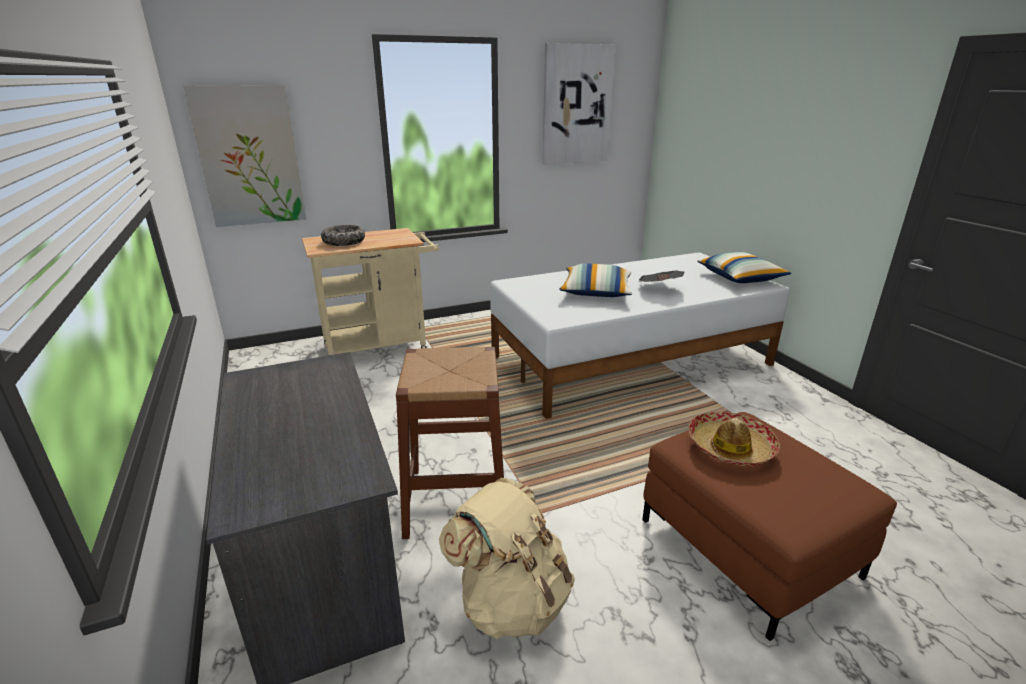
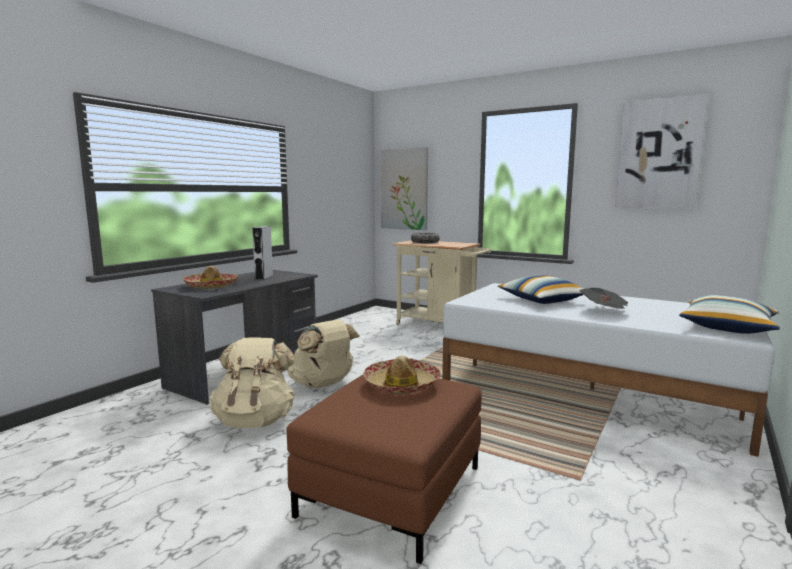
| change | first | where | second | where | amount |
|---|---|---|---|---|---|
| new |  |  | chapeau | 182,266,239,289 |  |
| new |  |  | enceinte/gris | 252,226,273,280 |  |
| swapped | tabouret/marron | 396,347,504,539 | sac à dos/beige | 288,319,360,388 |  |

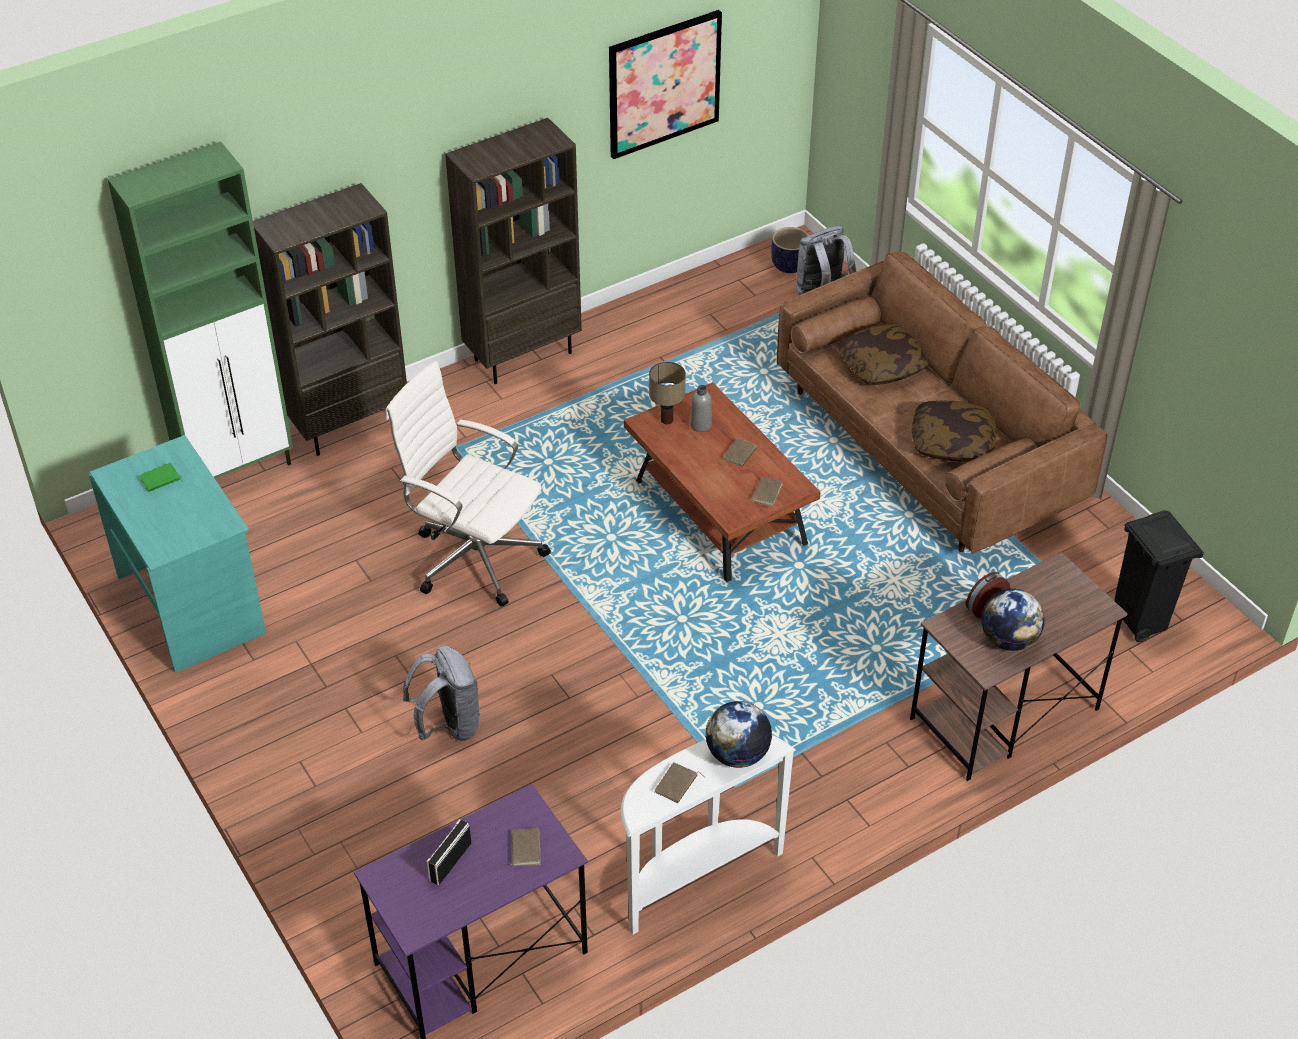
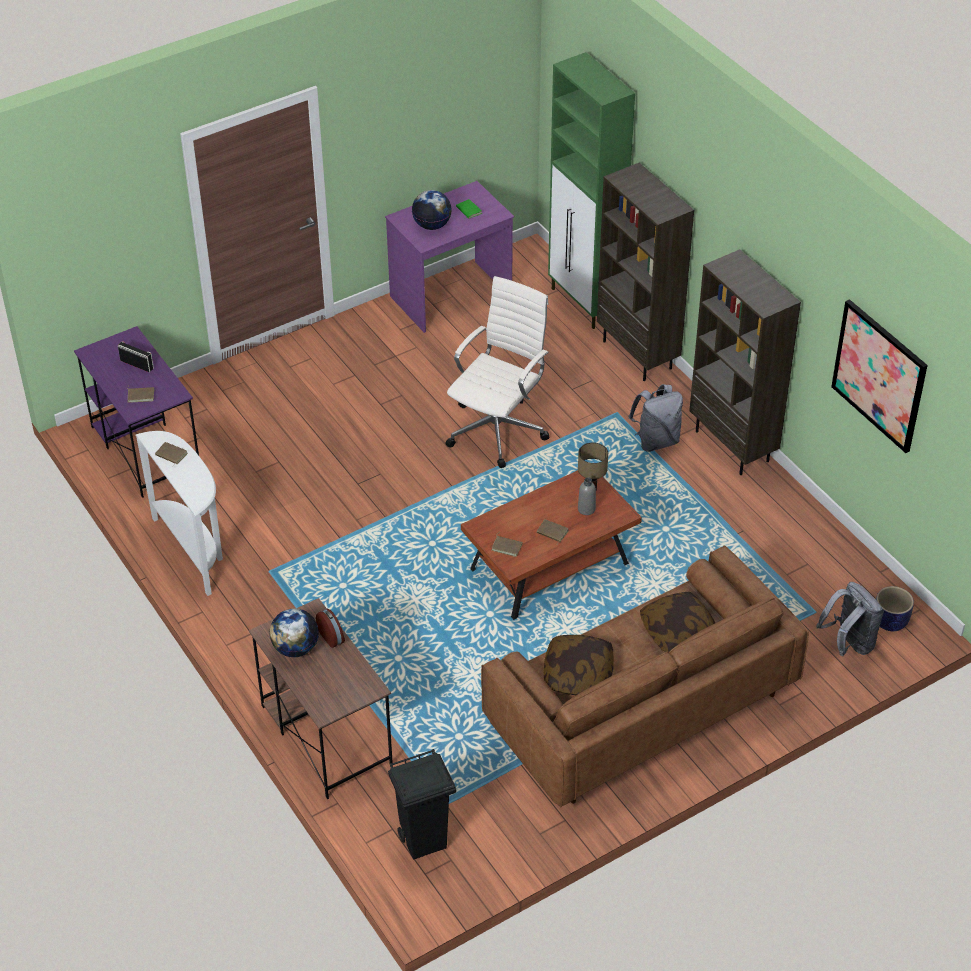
| change | first | where | second | where | amount |
|---|---|---|---|---|---|
| repainted | bureau/turquoise | 89,435,266,673 | bureau/violet | 385,181,514,333 |  |
| shifted | globe | 705,701,772,768 |  | 412,190,451,230 |  |
| shifted | sac à dos/gris | 403,645,481,741 |  | 628,384,683,452 |  |

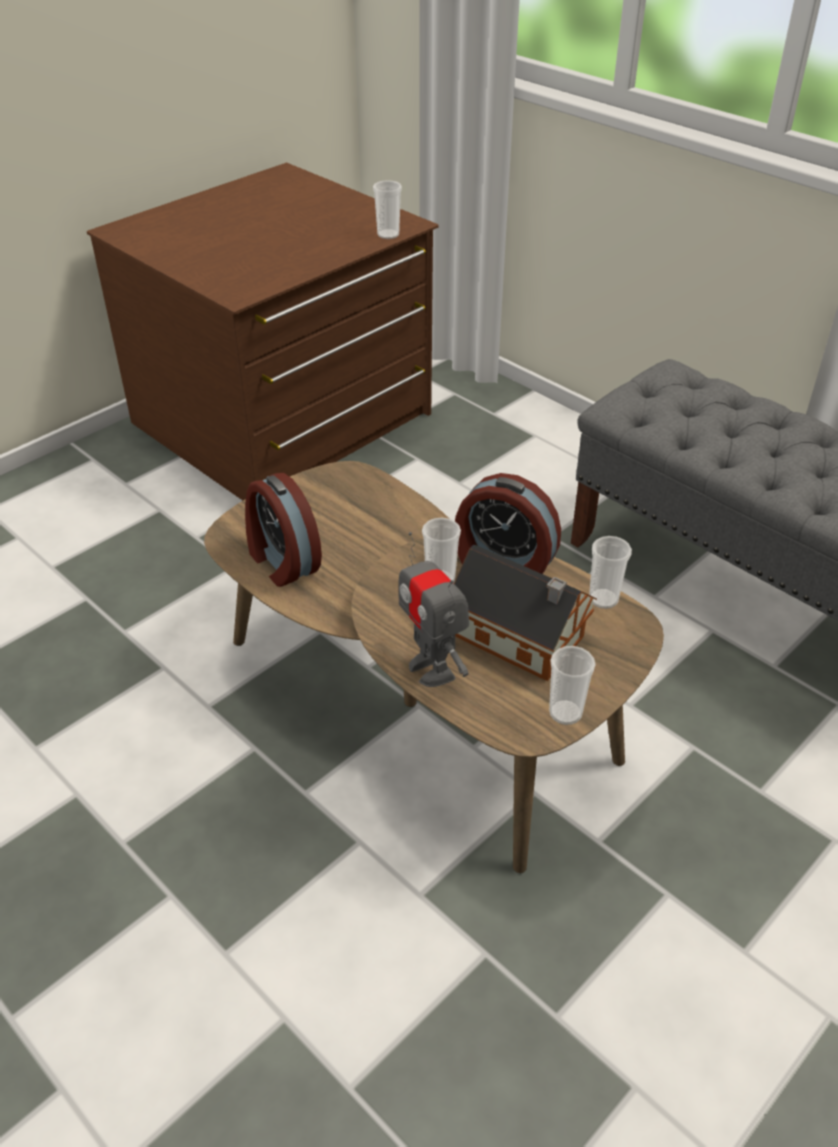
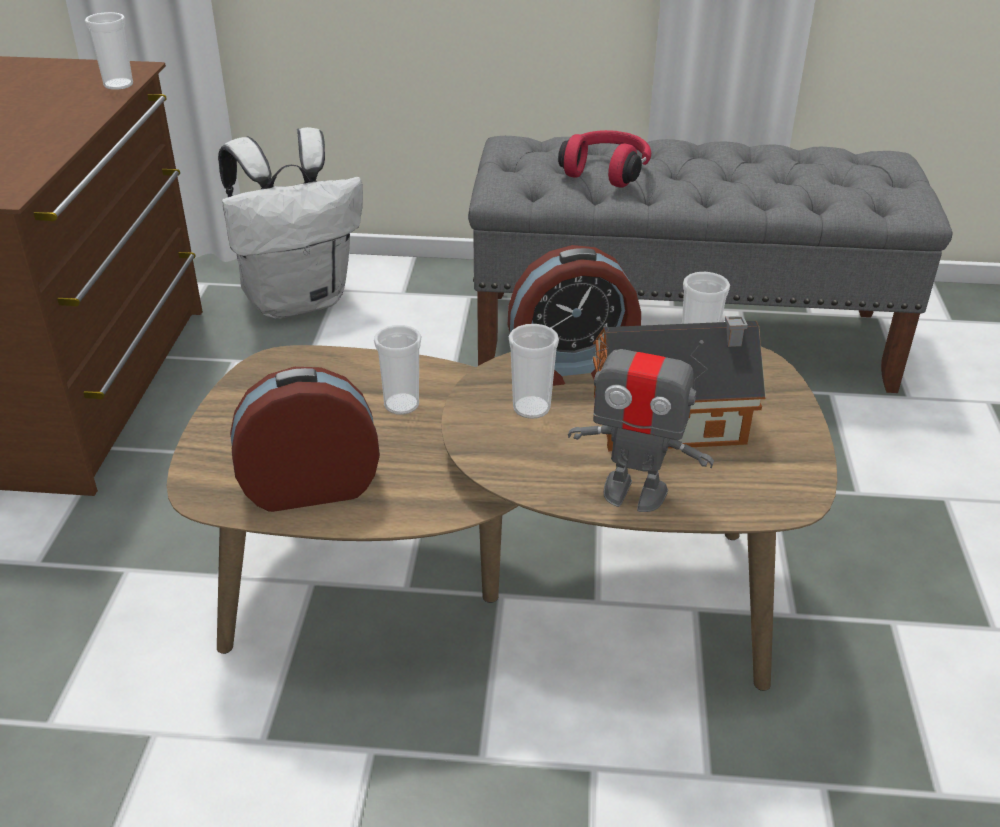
| change | first | where | second | where | amount |
|---|---|---|---|---|---|
| new |  |  | sac à dos/blanc | 218,127,363,319 |  |
| rotated | réveil | 245,473,322,587 |  | 230,367,380,512 | 150 degrees clockwise |
| shifted | tasse | 549,646,596,725 |  | 374,325,422,415 |  |
| new |  |  | casque audio/rouge | 558,130,651,188 |  |

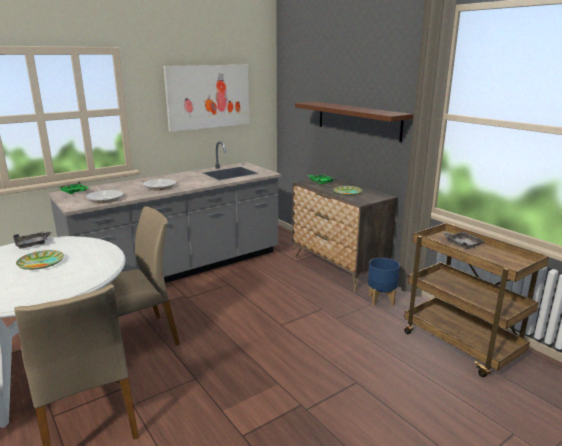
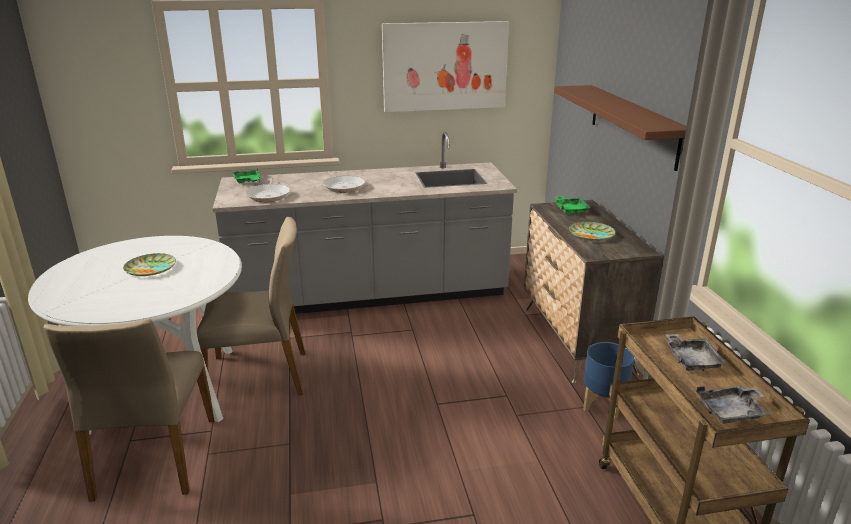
| change | first | where | second | where | amount |
|---|---|---|---|---|---|
| shifted | plateau/gris | 13,231,53,249 |  | 696,386,770,424 |  |

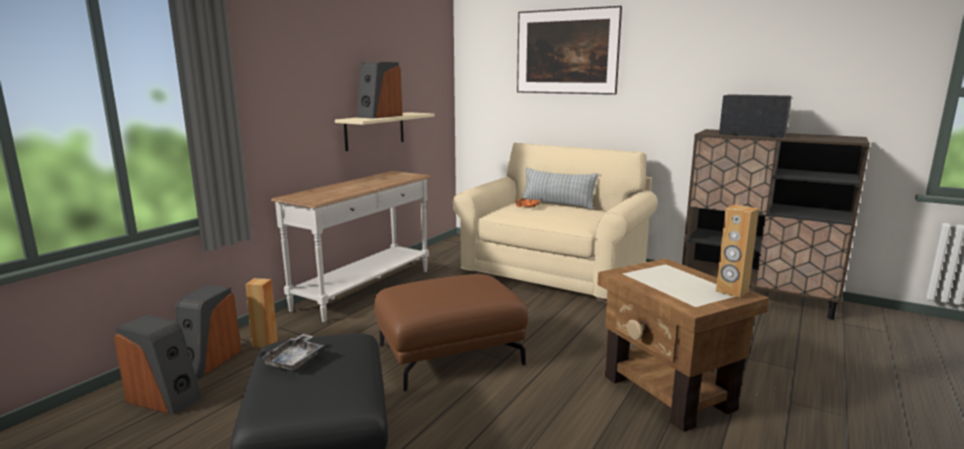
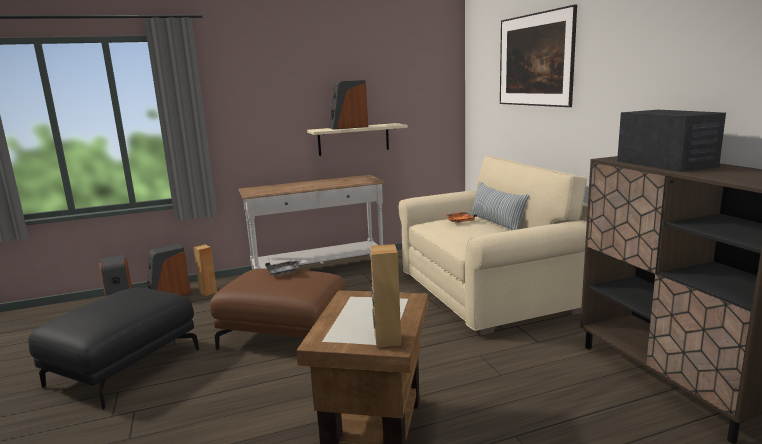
| change | first | where | second | where | amount |
|---|---|---|---|---|---|
| shifted | plateau/gris | 259,334,324,370 |  | 265,260,302,276 |  |

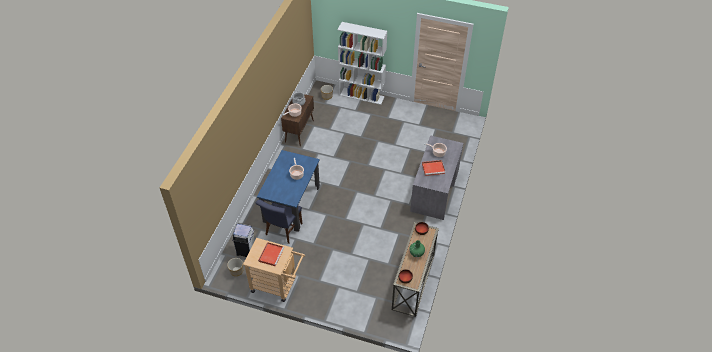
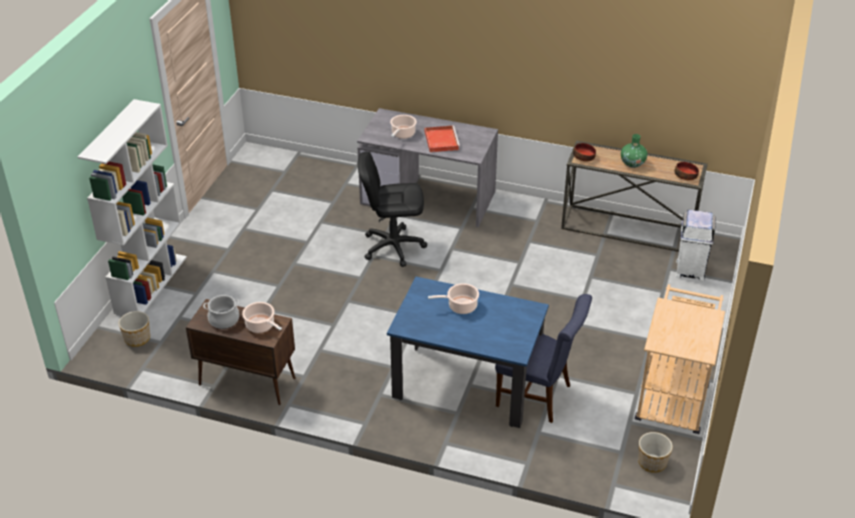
| change | first | where | second | where | amount |
|---|---|---|---|---|---|
| new |  |  | chaise de bureau/noir | 358,152,427,267 |  |
| shifted | poubelle/blanc | 232,223,255,257 |  | 675,210,716,281 |  |
| gone | plateau/rouge | 258,242,284,267 |  |  |  |

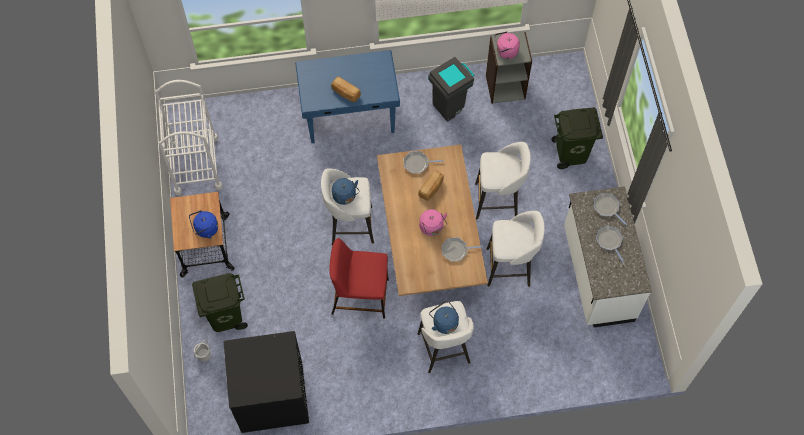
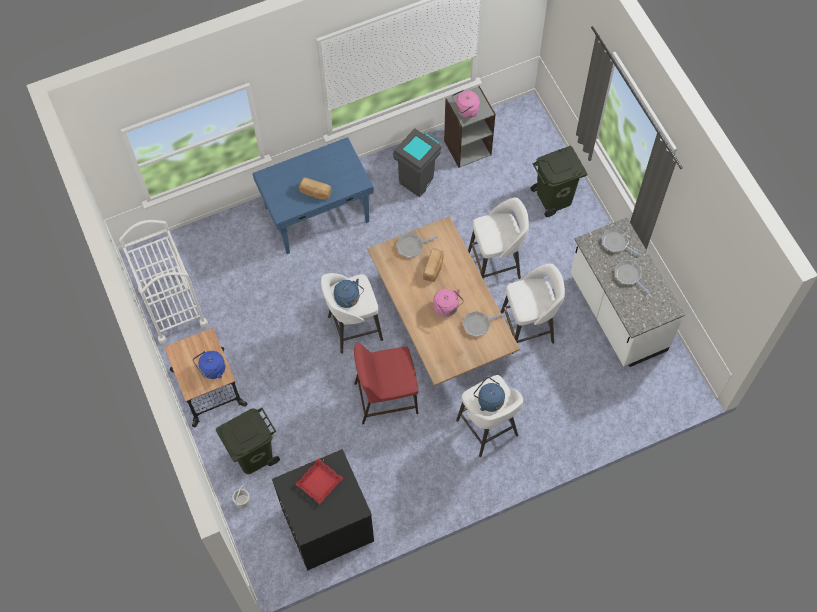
| change | first | where | second | where | amount |
|---|---|---|---|---|---|
| new |  |  | plateau/rouge | 295,458,343,504 |  |

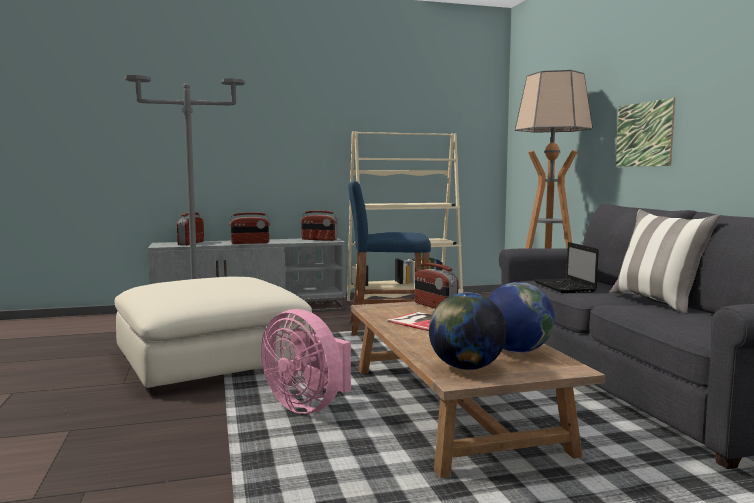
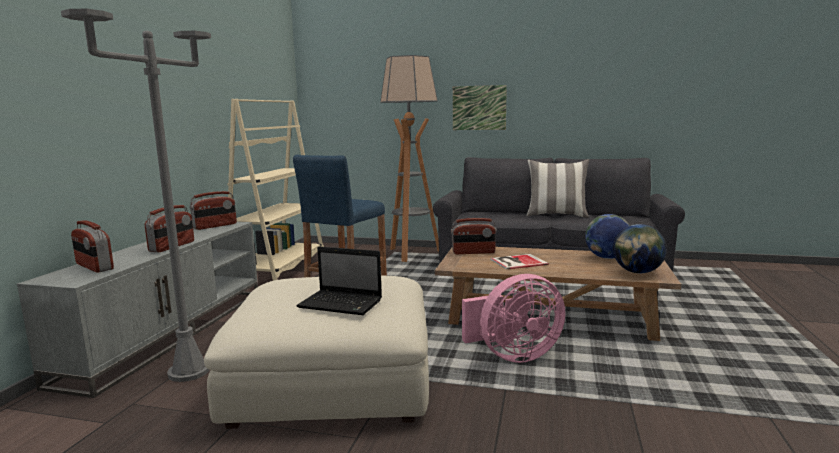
| change | first | where | second | where | amount |
|---|---|---|---|---|---|
| shifted | ordinateur portable | 533,242,599,293 |  | 296,246,382,315 |  |

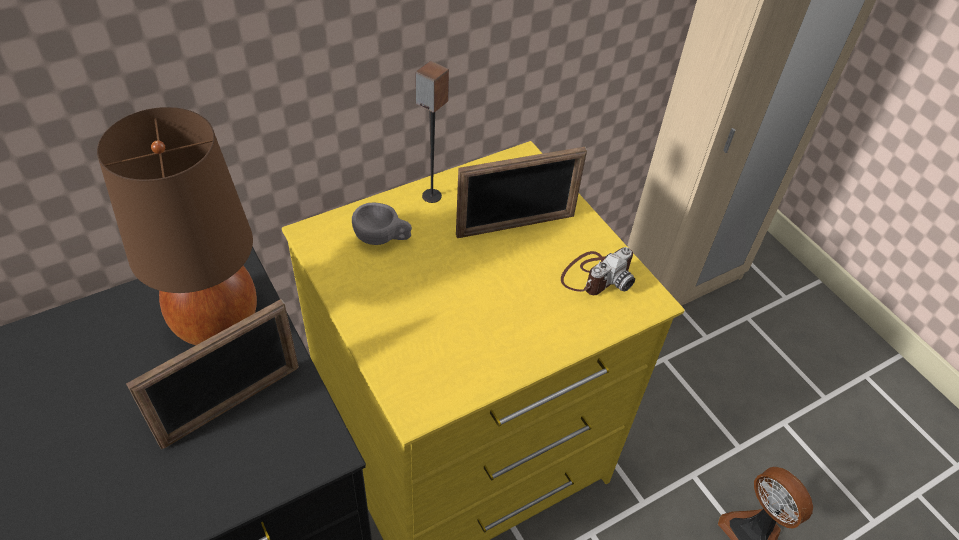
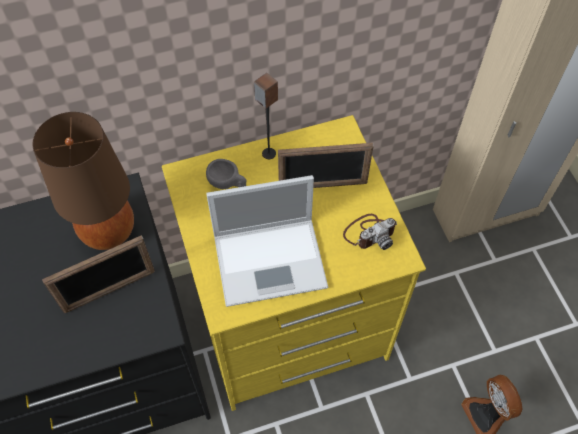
| change | first | where | second | where | amount |
|---|---|---|---|---|---|
| new |  |  | ordinateur portable | 206,175,328,307 |  |

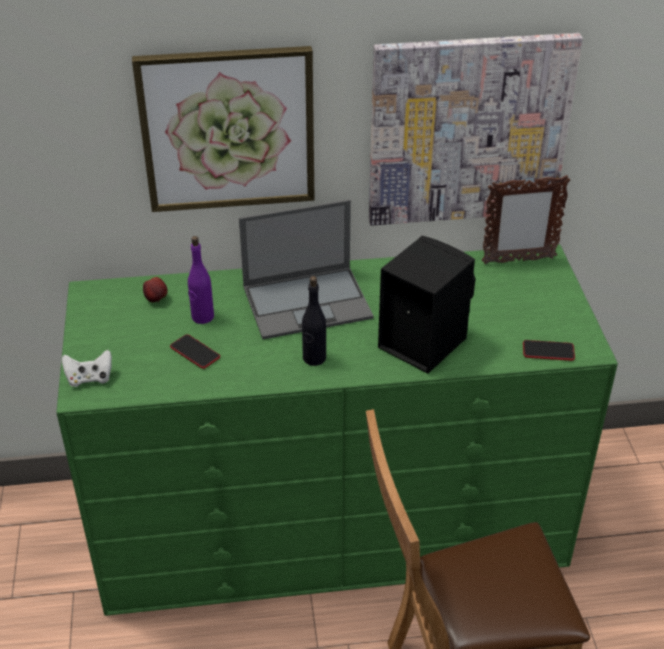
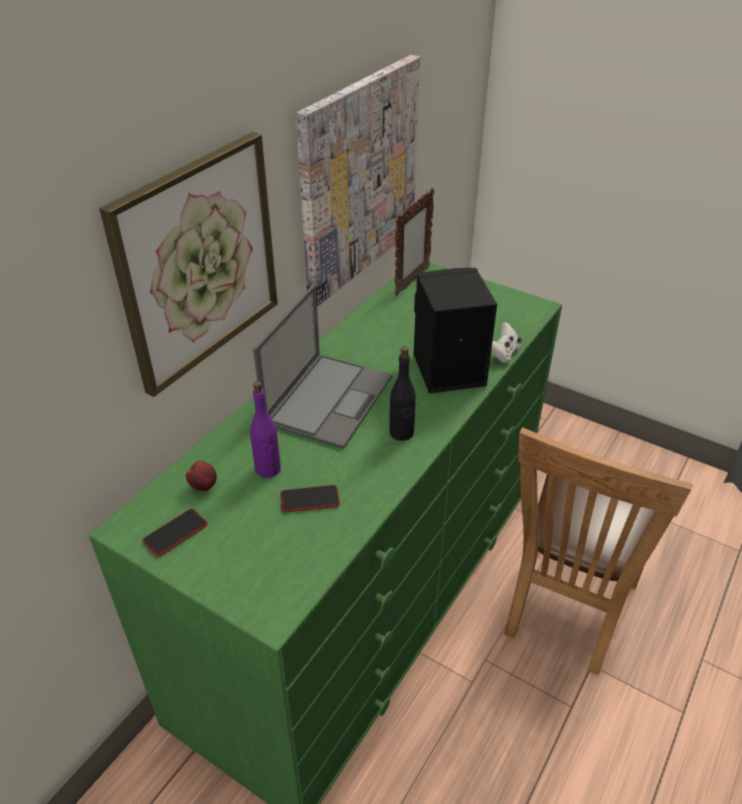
| change | first | where | second | where | amount |
|---|---|---|---|---|---|
| shifted | téléphone | 523,340,575,361 |  | 143,509,208,557 |  |
| shifted | manette/blanc | 62,350,112,387 |  | 491,322,522,363 |  |

